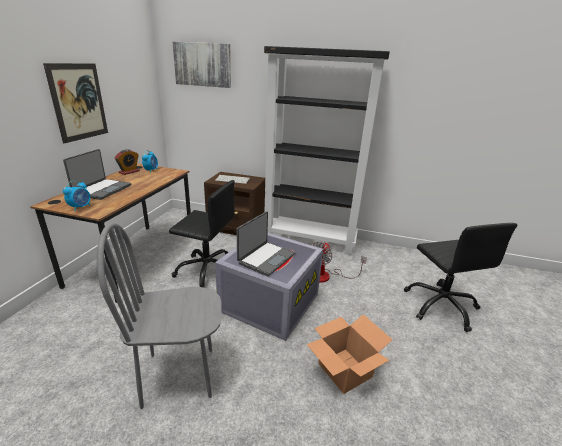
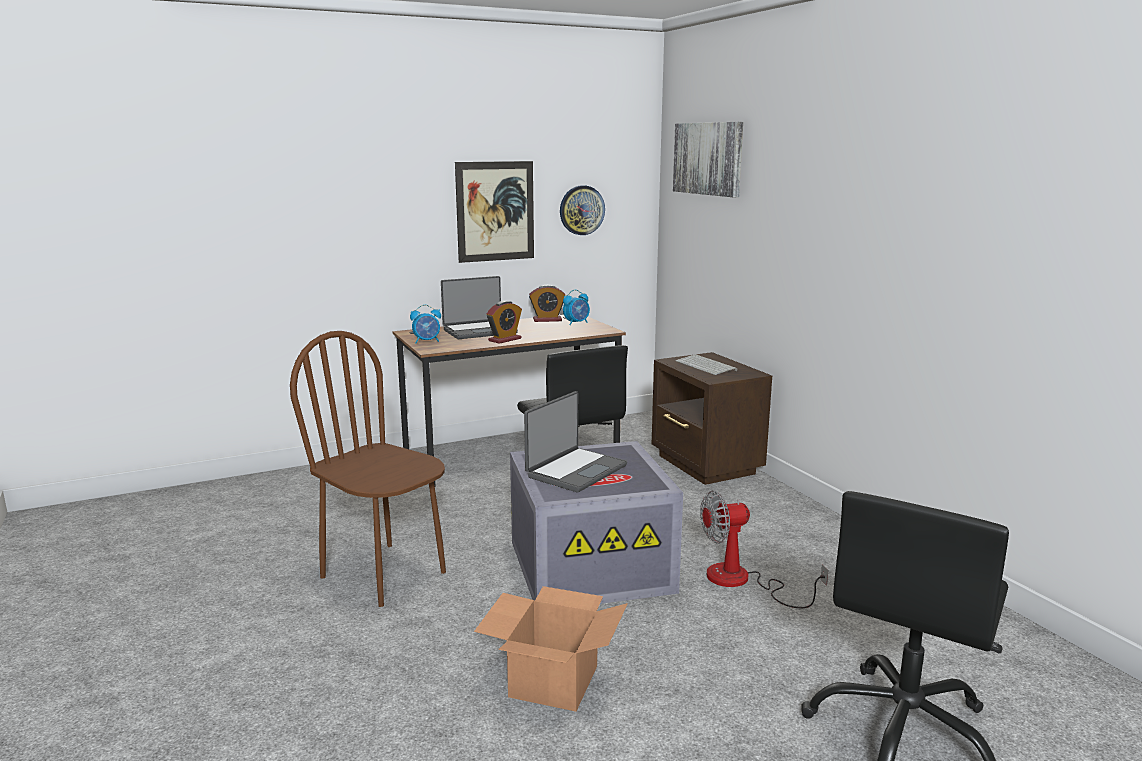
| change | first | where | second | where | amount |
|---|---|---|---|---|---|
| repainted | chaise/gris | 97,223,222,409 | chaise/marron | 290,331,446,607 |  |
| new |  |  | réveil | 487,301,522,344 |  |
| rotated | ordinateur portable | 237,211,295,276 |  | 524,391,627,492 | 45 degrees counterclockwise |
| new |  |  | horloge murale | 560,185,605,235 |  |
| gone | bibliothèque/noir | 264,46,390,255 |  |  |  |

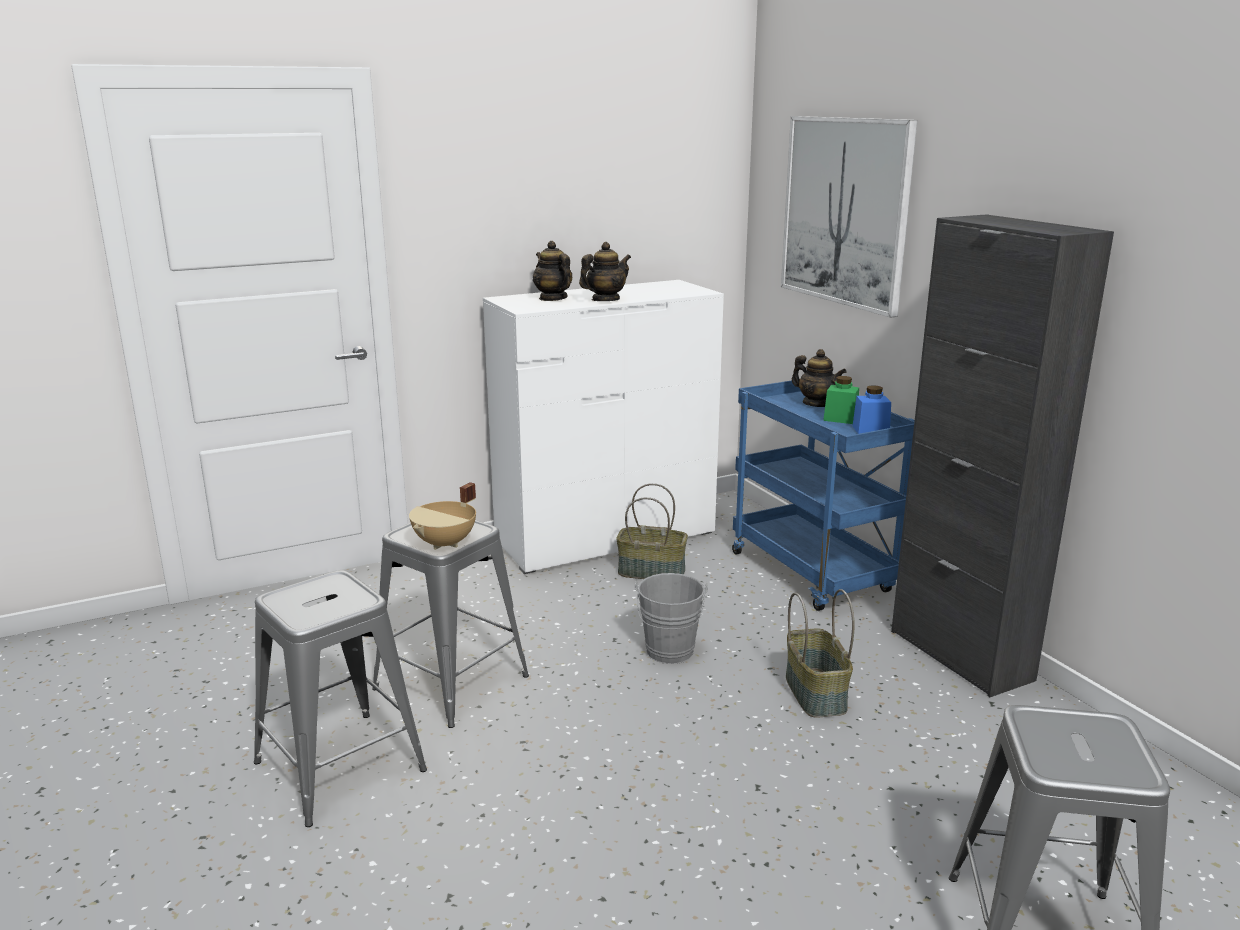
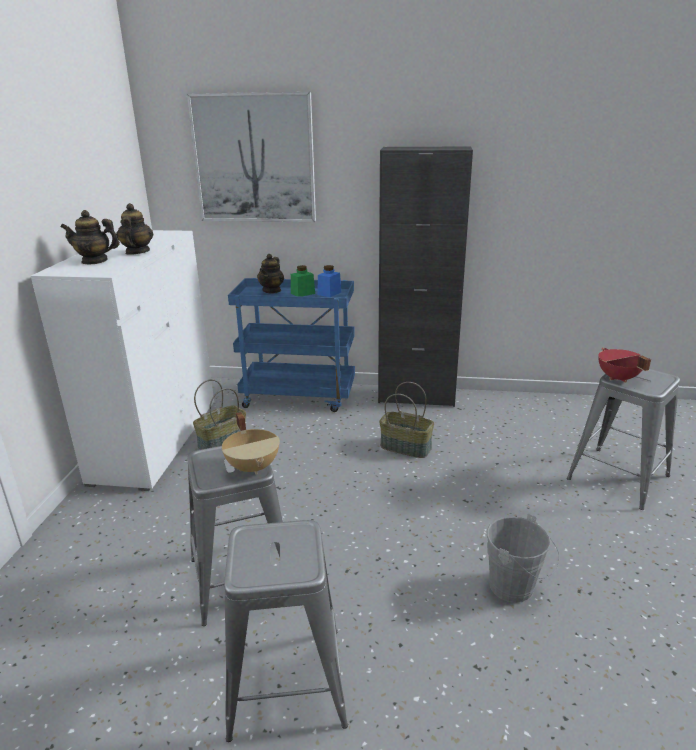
| change | first | where | second | where | amount |
|---|---|---|---|---|---|
| rotated | théière | 792,349,847,407 |  | 257,254,284,293 | 120 degrees clockwise |
| shifted | seau/gris | 635,573,708,664 |  | 487,514,560,603 |  |
| new |  |  | marmite/rouge | 598,348,651,383 |  |

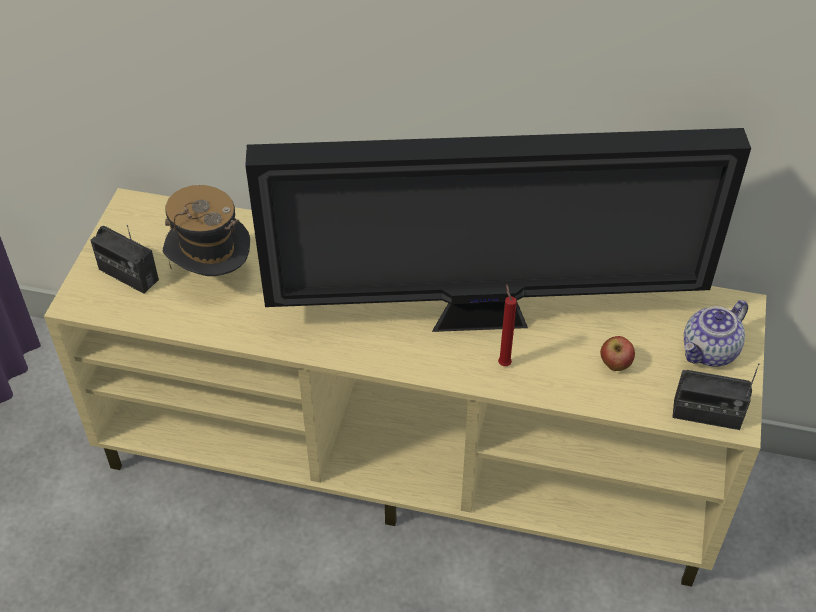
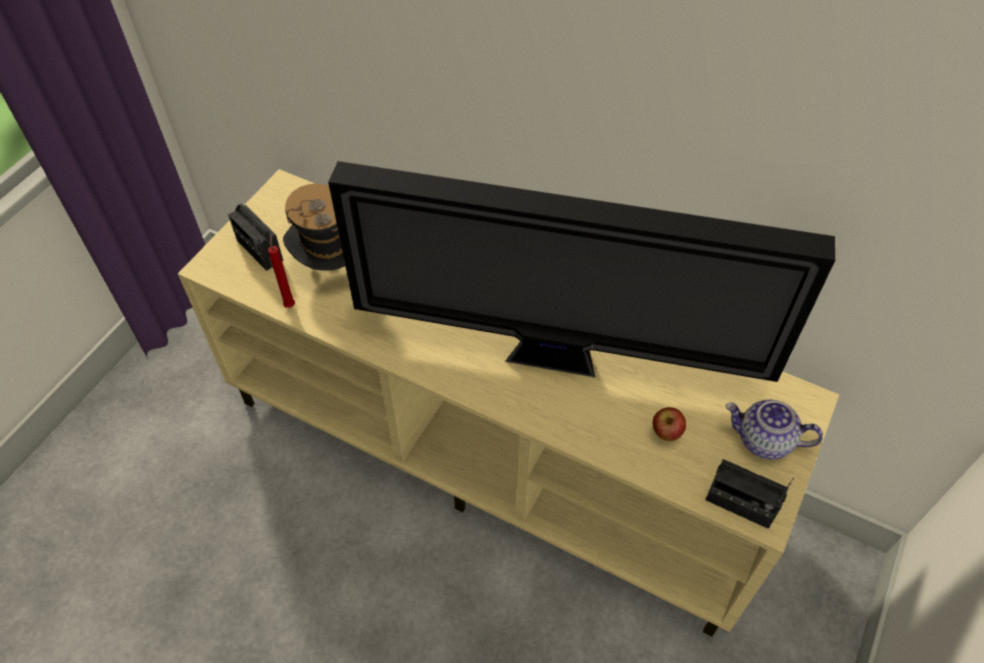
| change | first | where | second | where | amount |
|---|---|---|---|---|---|
| shifted | bougie/rouge | 498,284,517,366 |  | 268,235,295,308 |  |
| rotated | théière | 684,300,748,367 |  | 725,400,823,459 | 45 degrees clockwise |

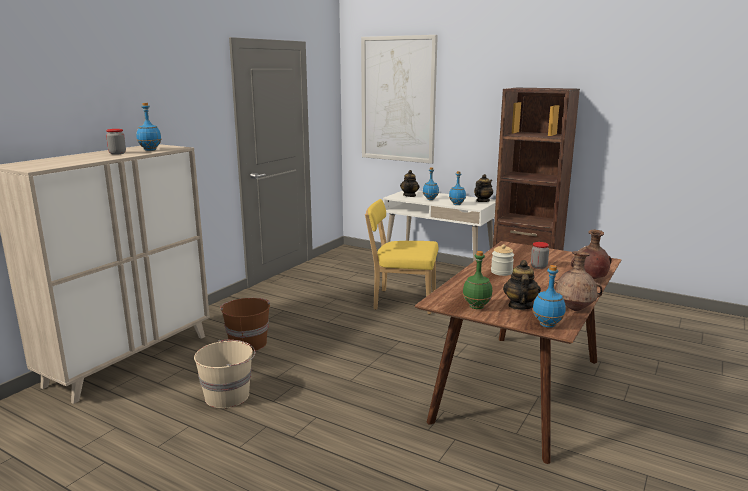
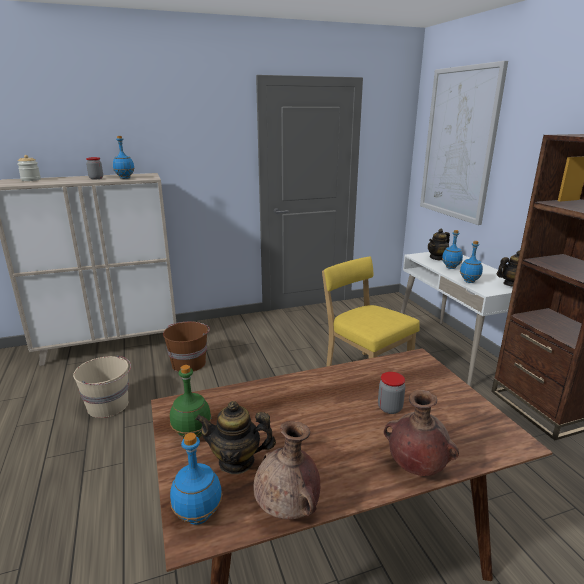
| change | first | where | second | where | amount |
|---|---|---|---|---|---|
| shifted | bocal | 491,244,514,276 |  | 17,155,41,181 |  |
| rotated | théière | 503,260,541,310 |  | 195,401,276,474 | 135 degrees counterclockwise |

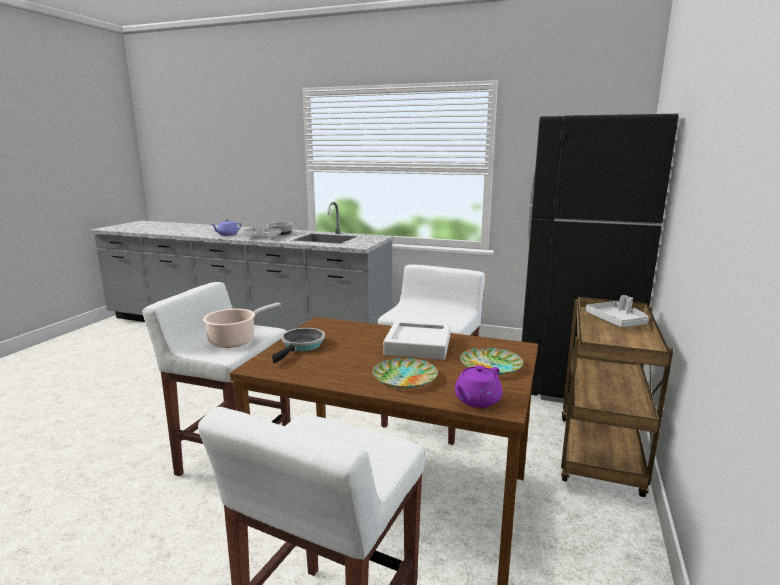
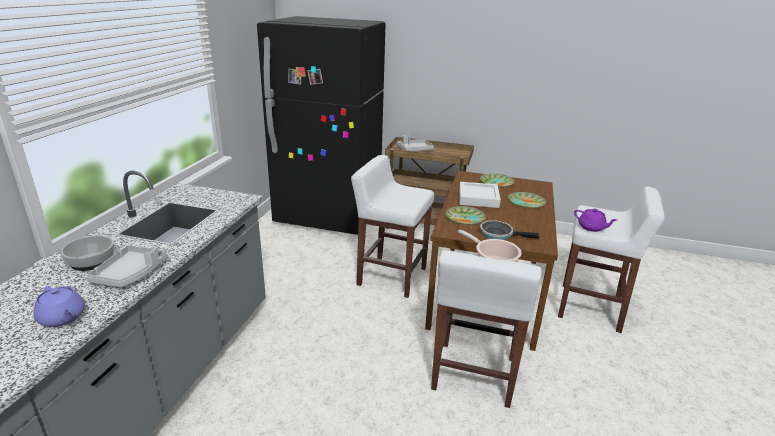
| change | first | where | second | where | amount |
|---|---|---|---|---|---|
| new |  |  | assiette | 446,206,486,225 |  |
| shifted | théière/violet | 455,365,503,408 |  | 574,209,617,232 |  |

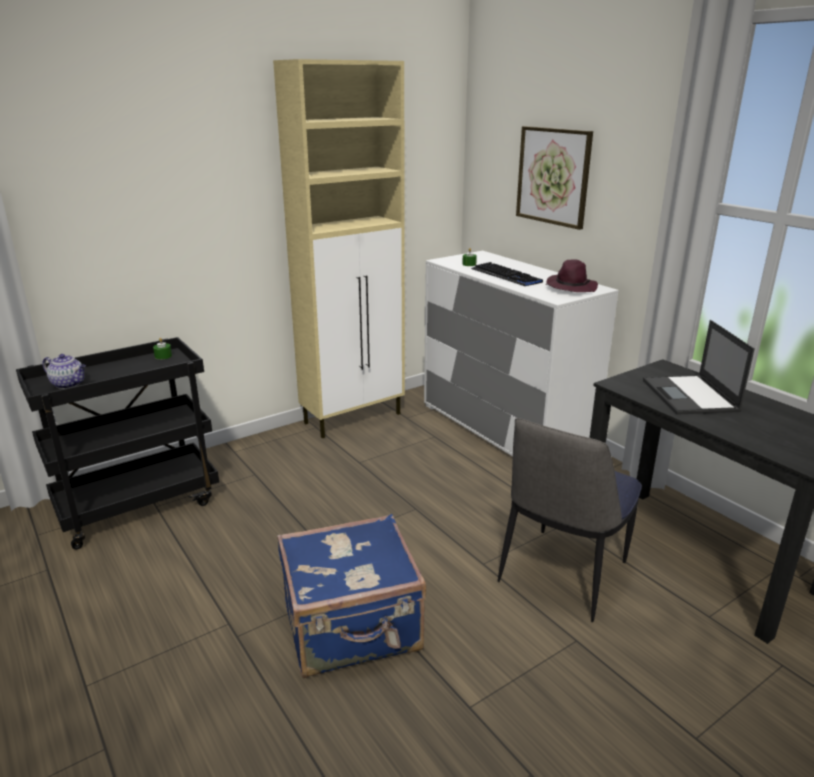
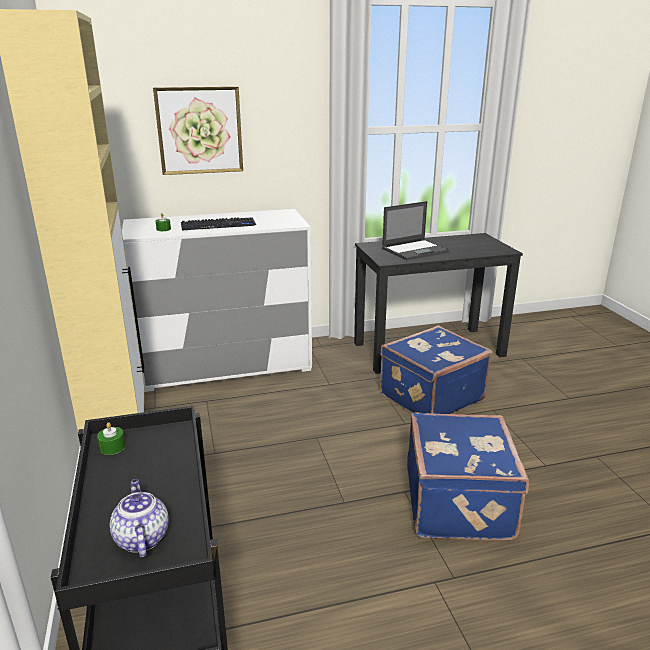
| change | first | where | second | where | amount |
|---|---|---|---|---|---|
| rotated | théière | 42,354,86,389 |  | 109,479,169,558 | 60 degrees counterclockwise |
| swapped | chaise | 498,418,642,622 | valise/bleu | 380,325,492,414 |  |
| rotated | ordinateur portable | 643,320,754,415 |  | 382,201,450,260 | 45 degrees counterclockwise |
| gone | chapeau/violet | 546,259,598,292 |  |  |  |

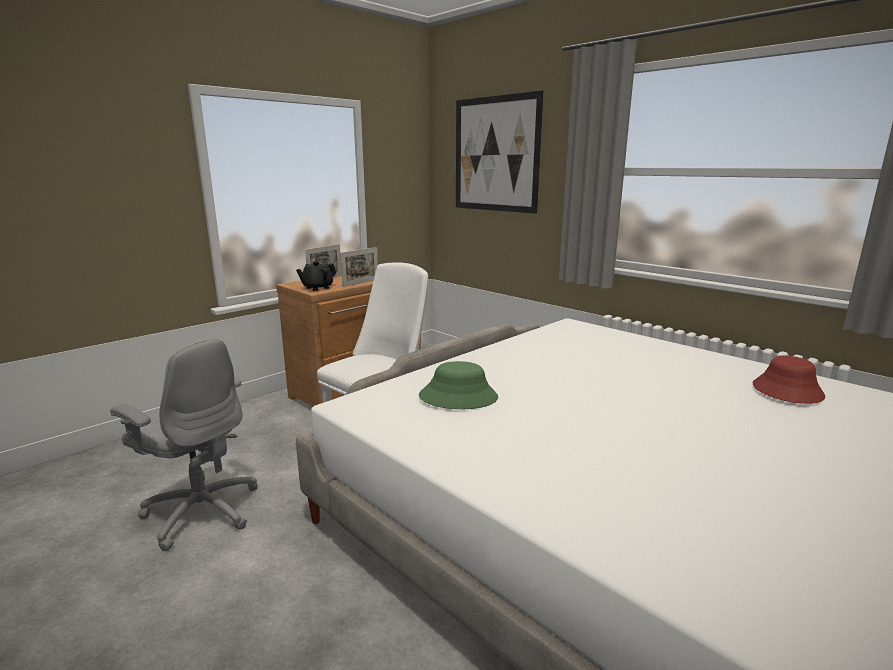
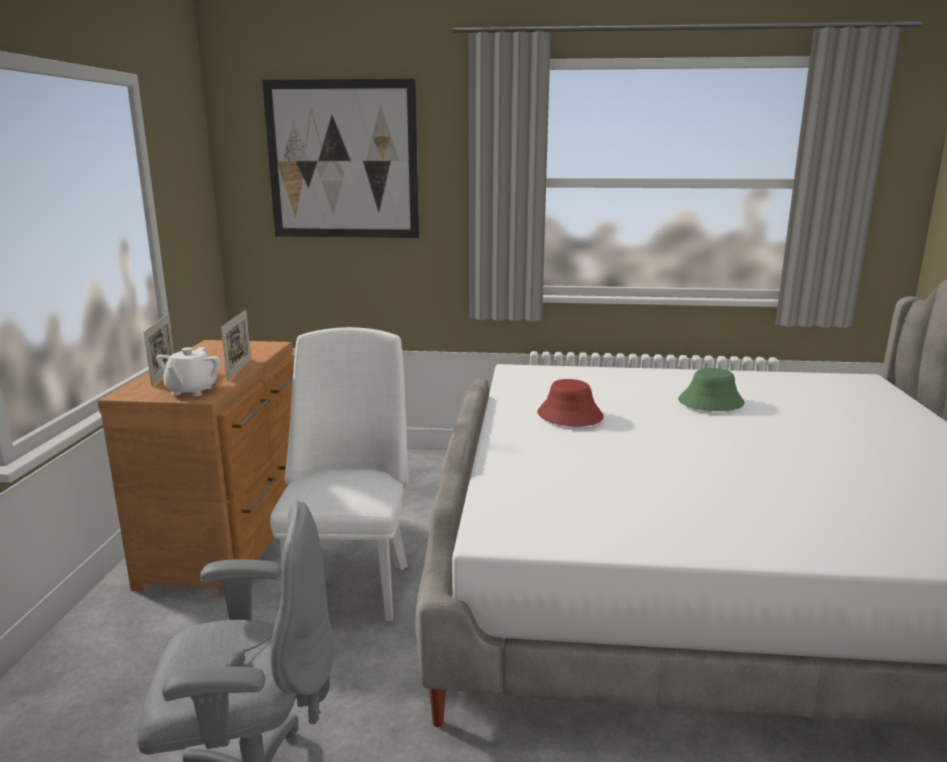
| change | first | where | second | where | amount |
|---|---|---|---|---|---|
| repainted | théière/noir | 296,261,336,291 | théière/blanc | 156,347,220,397 |  |
| shifted | chapeau/rouge | 753,356,825,404 |  | 538,379,604,427 |  |
| shifted | chapeau/vert | 419,361,498,409 |  | 678,368,745,411 |  |

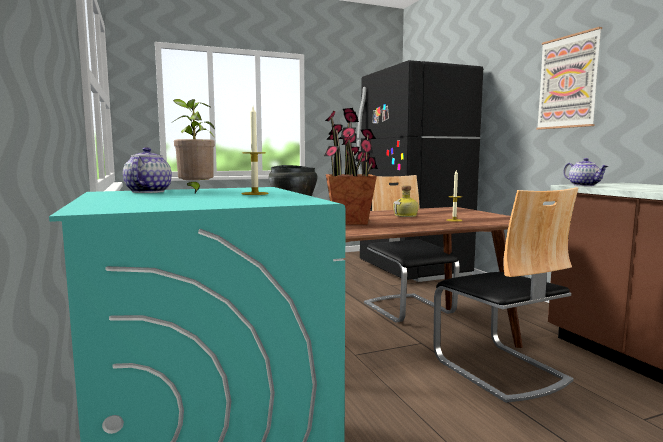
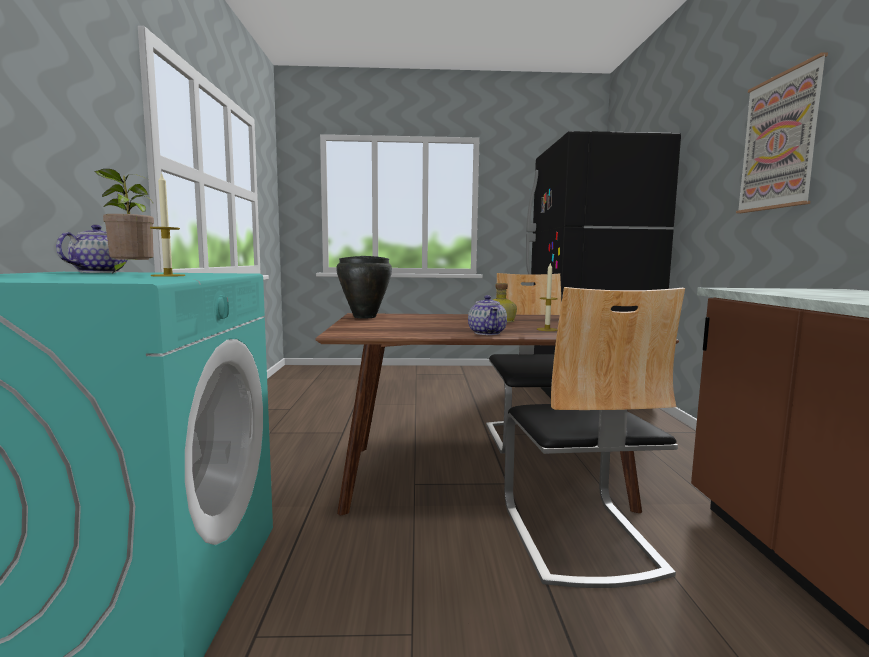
| change | first | where | second | where | amount |
|---|---|---|---|---|---|
| shifted | théière | 563,158,608,186 |  | 468,295,507,335 |  |
| gone | plante en pot | 324,108,378,225 |  |  |  |

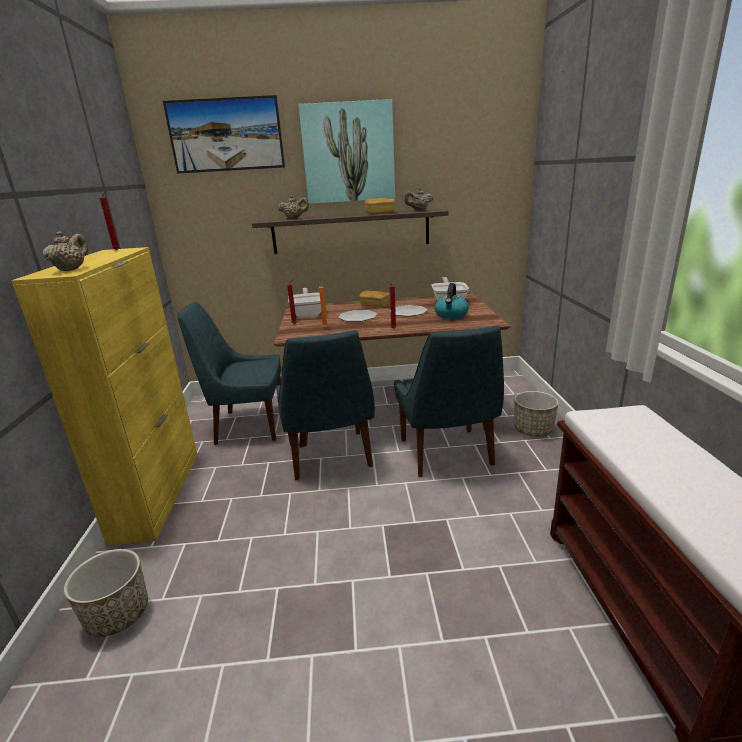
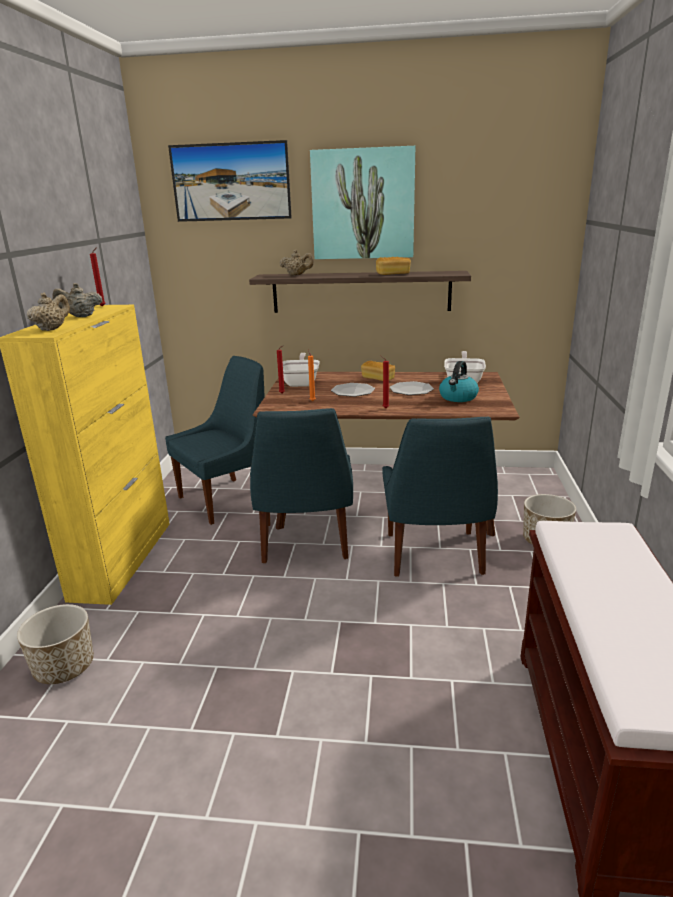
| change | first | where | second | where | amount |
|---|---|---|---|---|---|
| shifted | théière/beige | 404,188,433,211 |  | 53,283,102,317 |  |
| rotated | chaise/bleu | 177,302,281,445 |  | 165,356,264,525 | 135 degrees clockwise |

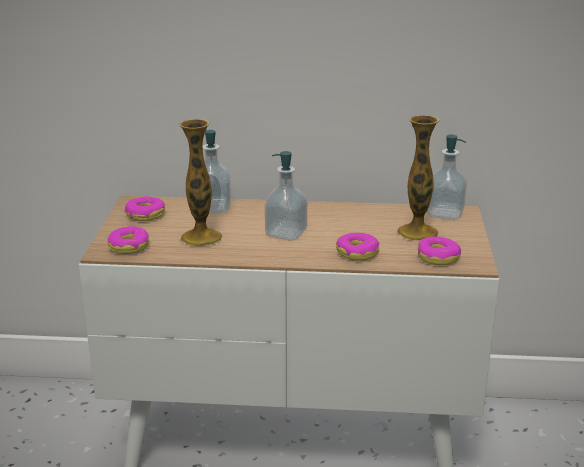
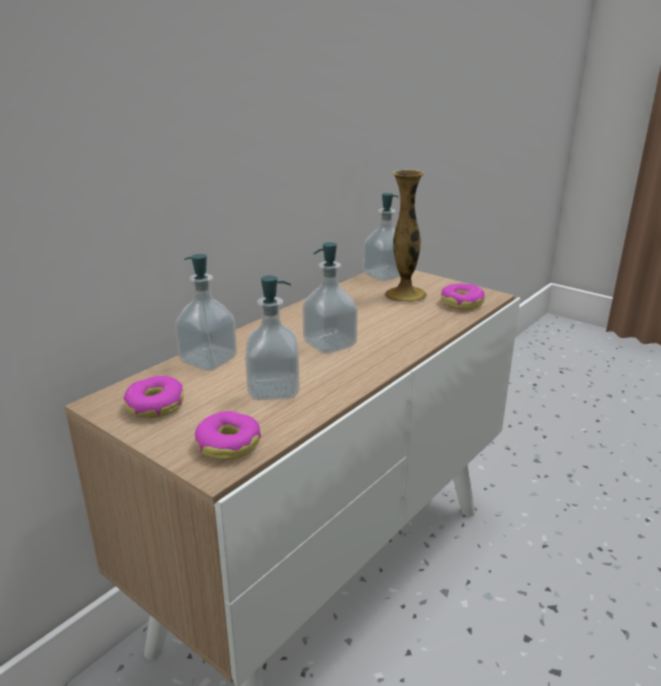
| change | first | where | second | where | amount |
|---|---|---|---|---|---|
| swapped | vase | 179,119,222,246 | distributeur de savon | 245,276,300,400 |  |
| gone | beignet | 336,233,379,261 |  |  |  |

